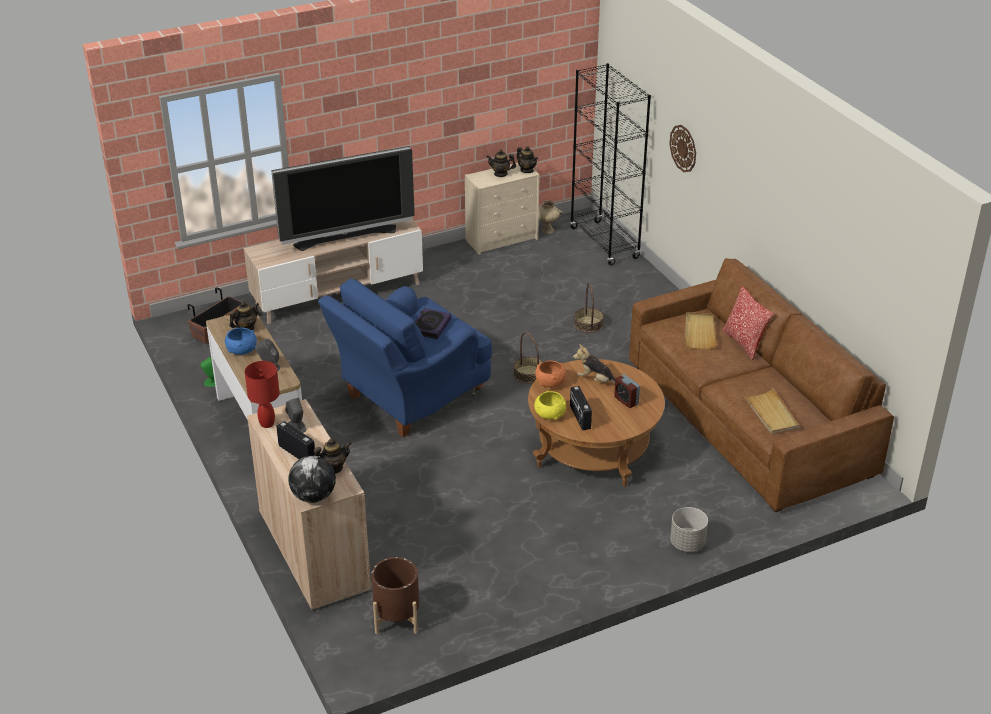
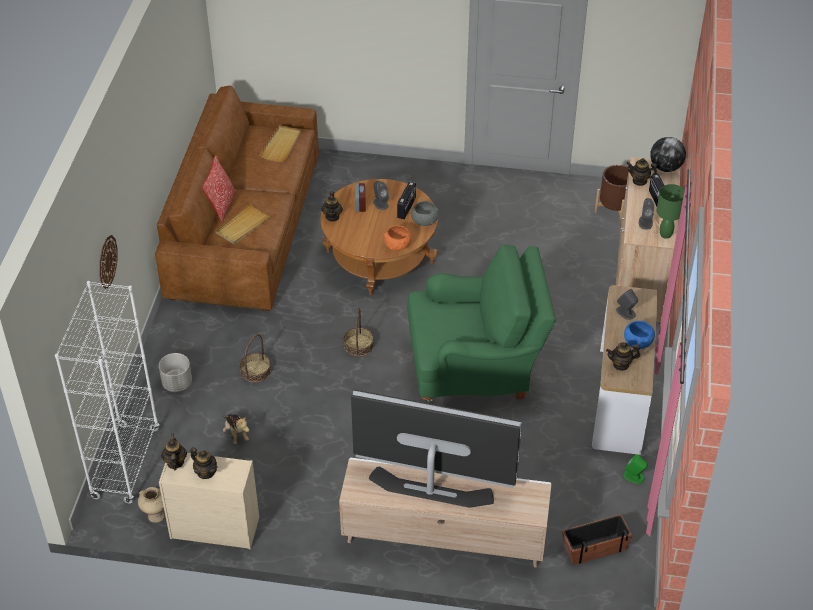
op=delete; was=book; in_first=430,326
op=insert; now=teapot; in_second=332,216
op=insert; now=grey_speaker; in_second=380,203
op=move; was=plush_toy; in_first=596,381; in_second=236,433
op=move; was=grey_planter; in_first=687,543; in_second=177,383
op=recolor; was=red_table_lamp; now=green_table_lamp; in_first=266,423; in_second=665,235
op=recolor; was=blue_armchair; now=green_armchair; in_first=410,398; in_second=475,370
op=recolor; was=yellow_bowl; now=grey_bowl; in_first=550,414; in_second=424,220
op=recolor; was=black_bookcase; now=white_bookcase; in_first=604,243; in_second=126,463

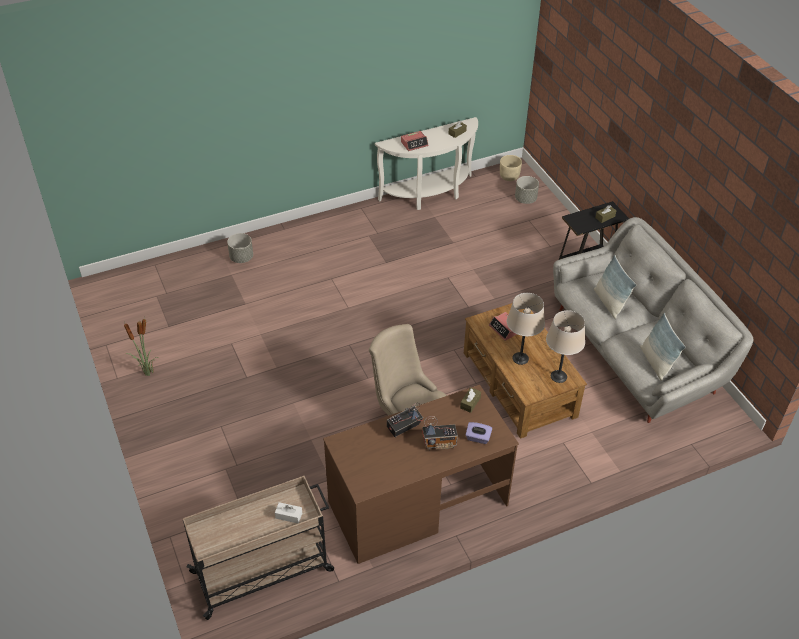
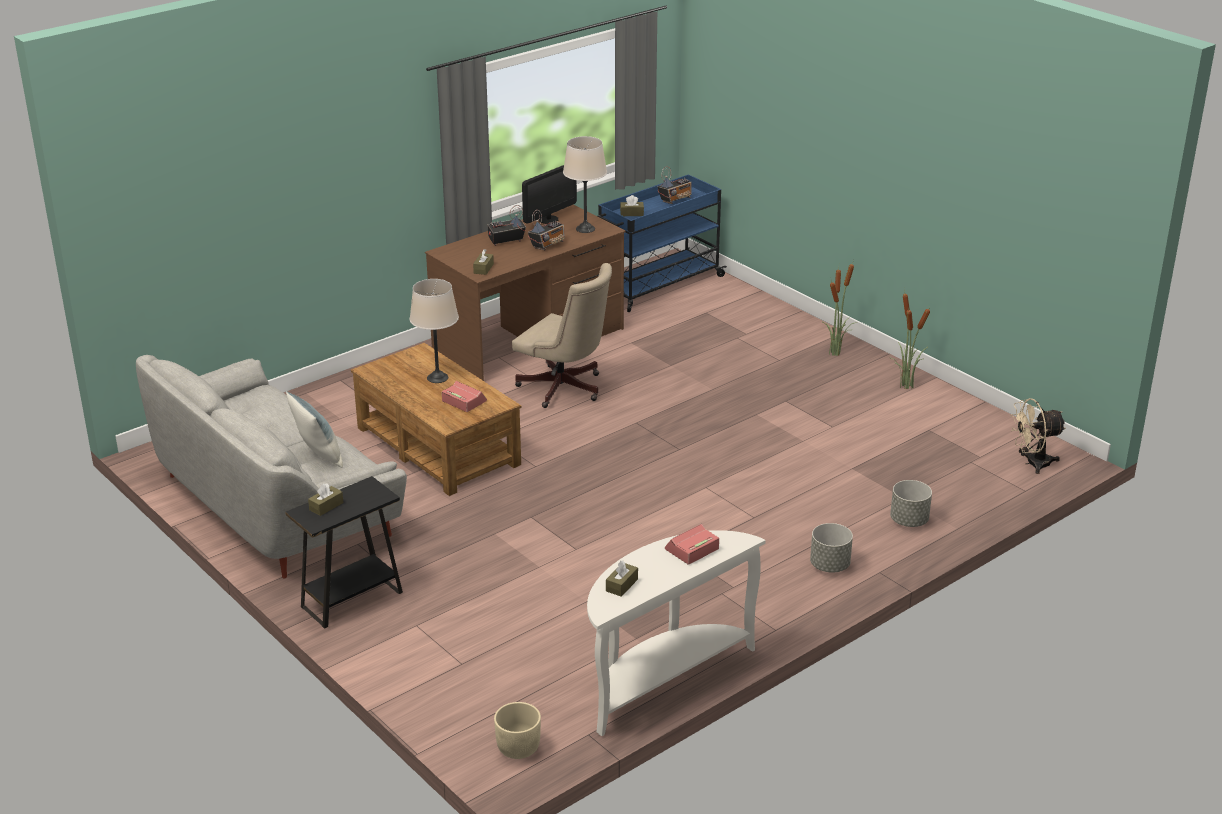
op=delete; was=purple_tissue_box; in_first=478,438
op=delete; was=pillow; in_first=656,362
op=insert; now=monitor; in_second=548,219
op=insert; now=radio; in_second=675,200
op=insert; now=potted_plant; in_second=836,353
op=insert; now=beige_fan; in_second=1032,463
op=move; was=grey_planter; in_first=525,199; in_second=829,566
op=move; was=beige_table_lamp; in_first=559,376; in_second=585,229
op=recolor; was=beige_cart; now=blue_cart; in_first=263,571; in_second=657,285
op=recolor; was=white_tissue_box; now=brown_tissue_box; in_first=288,515; in_second=632,213

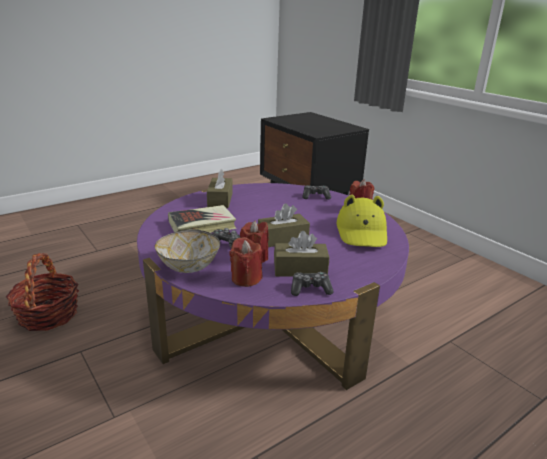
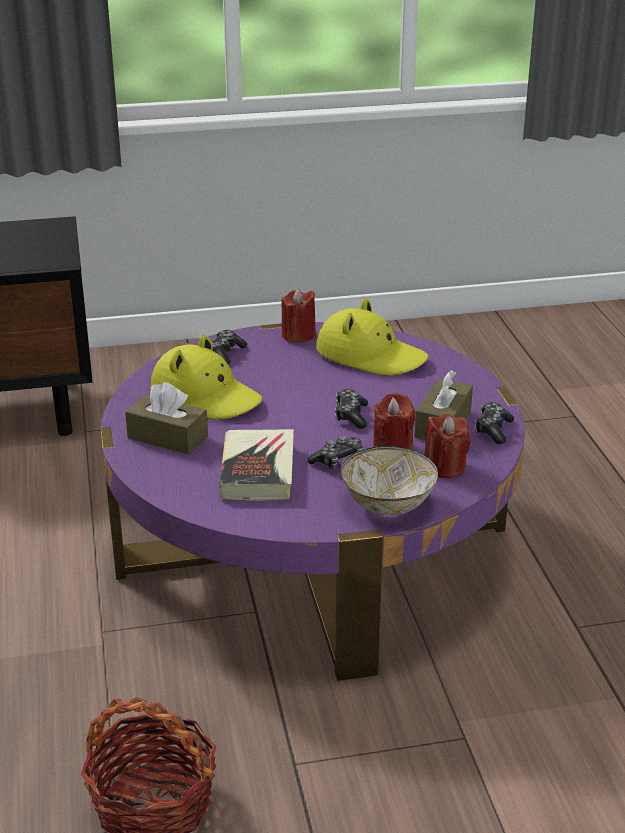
op=insert; now=yellow_hat; in_second=206,395
op=replace; was=brown_tissue_box; now=game_controller; in_first=283,239; in_second=351,415

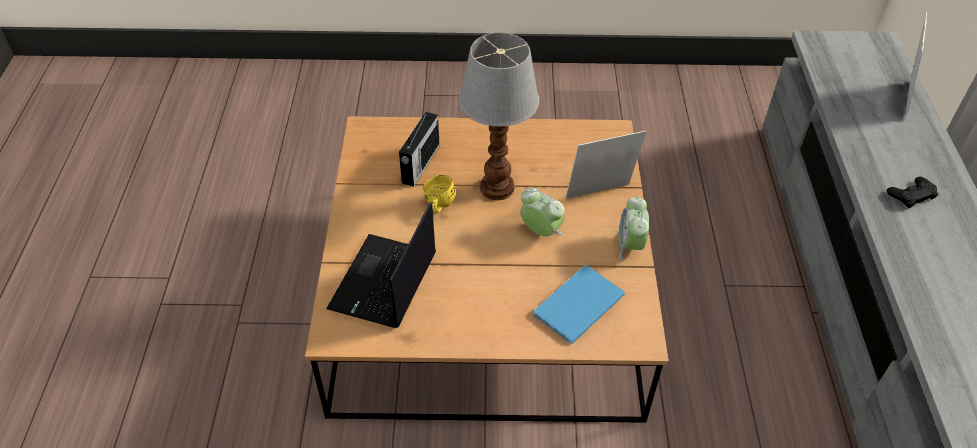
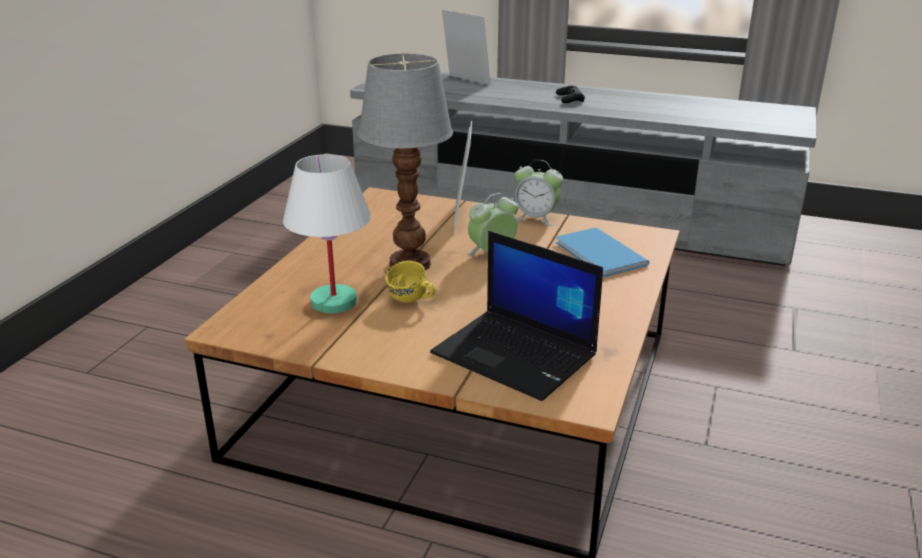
op=replace; was=radio; now=white_table_lamp; in_first=420,165; in_second=332,302

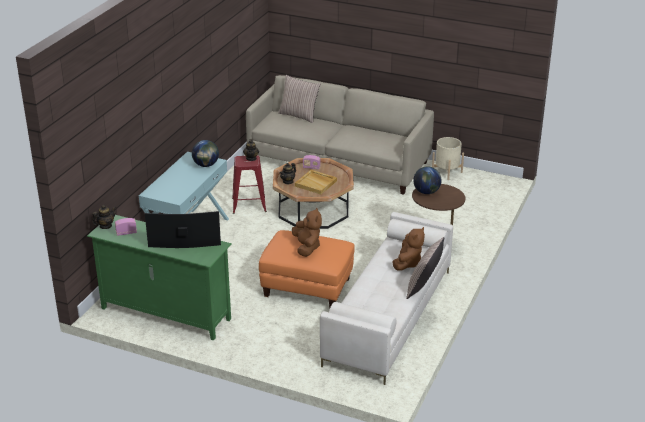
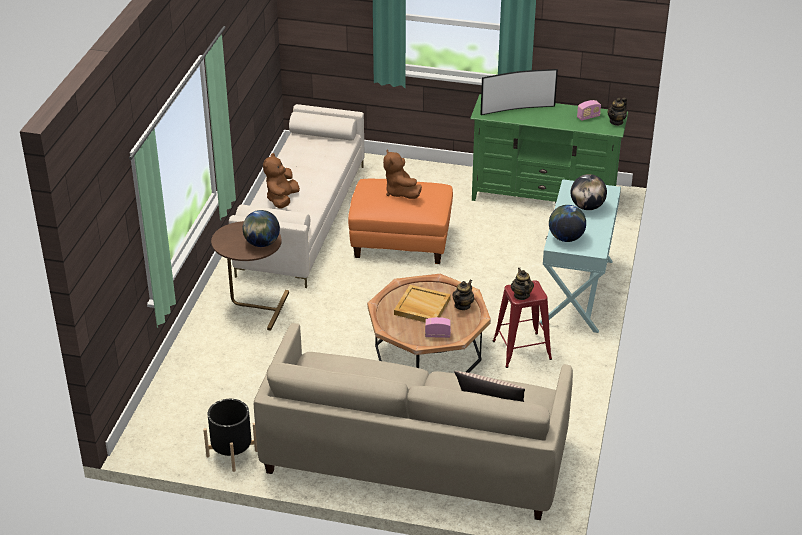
op=delete; was=pillow; in_first=424,287
op=insert; now=globe; in_second=587,207
op=recolor; was=beige_planter; now=black_planter; in_first=447,172; in_second=232,453

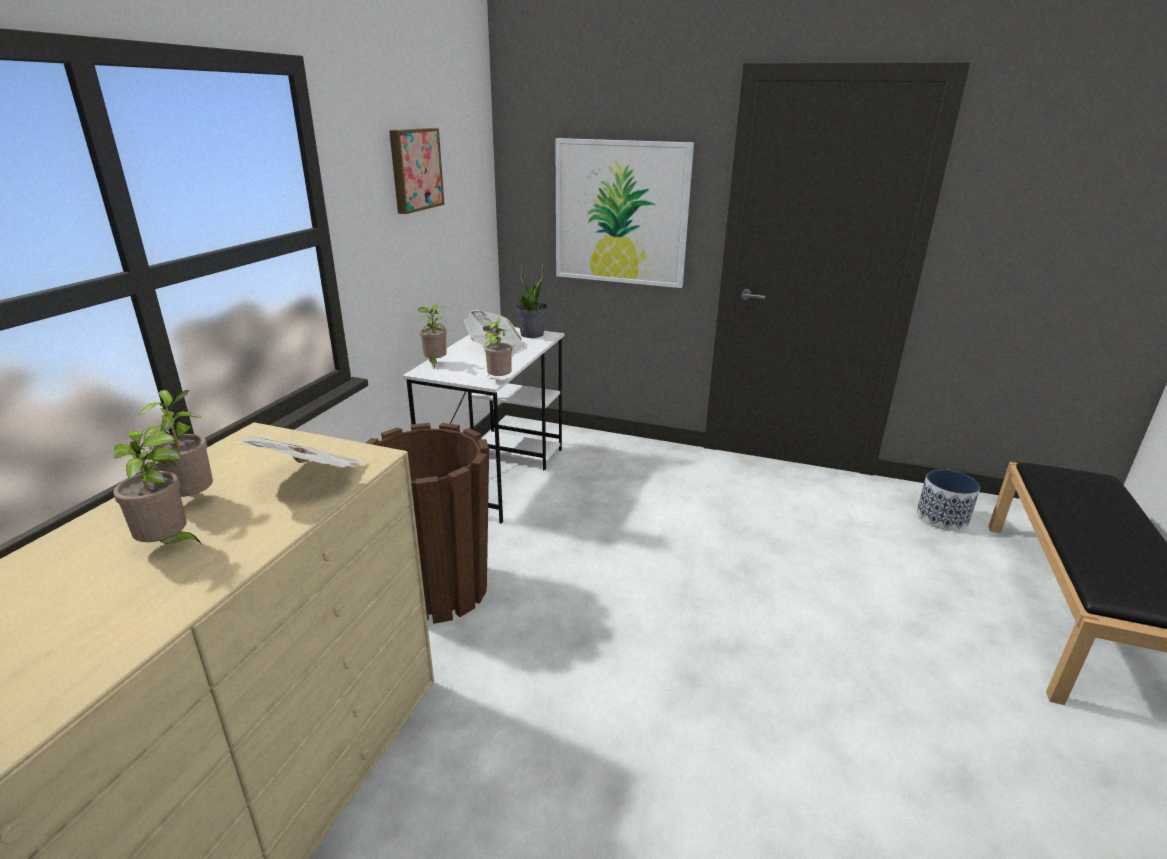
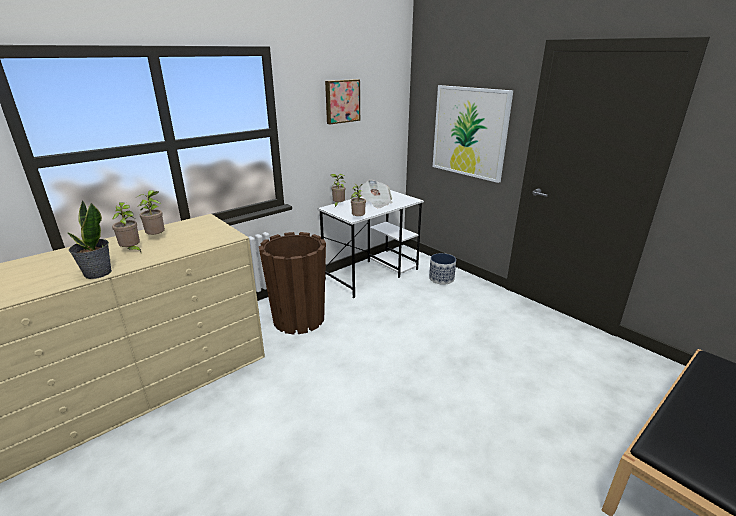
op=delete; was=newspaper; in_first=311,479
op=move; was=potted_plant; in_first=532,334; in_second=97,273
op=move; was=planter; in_first=942,518; in_second=441,279

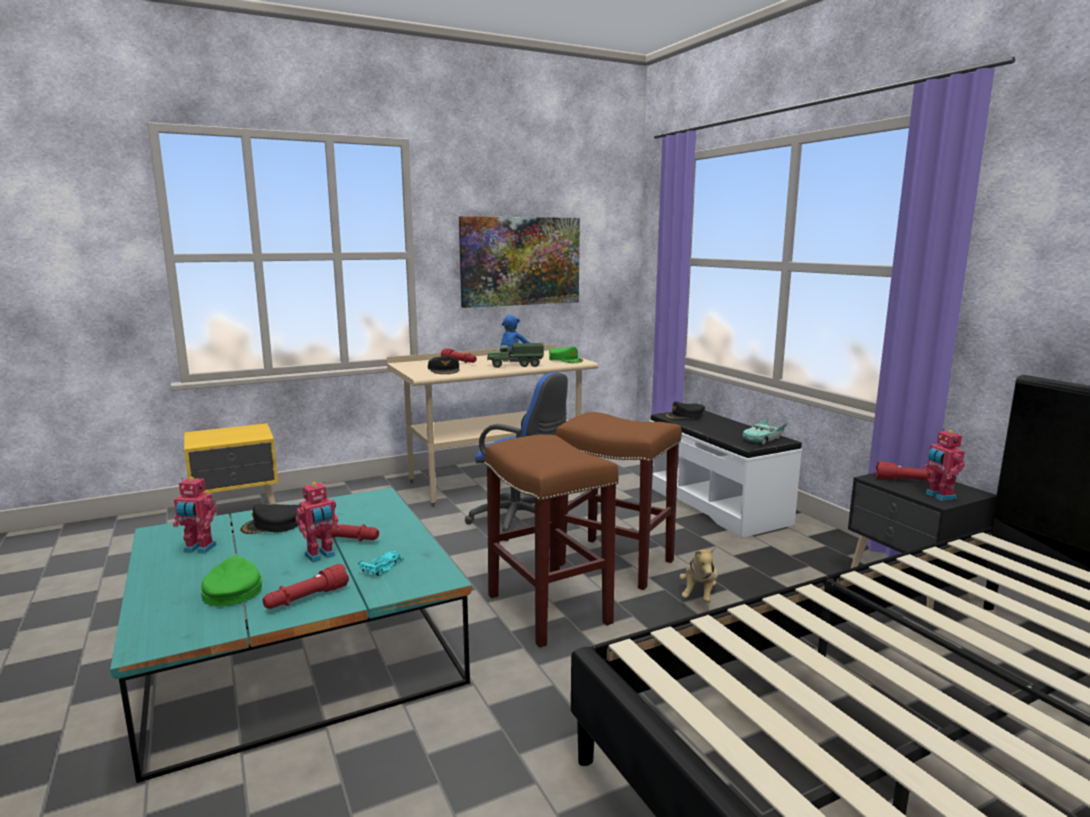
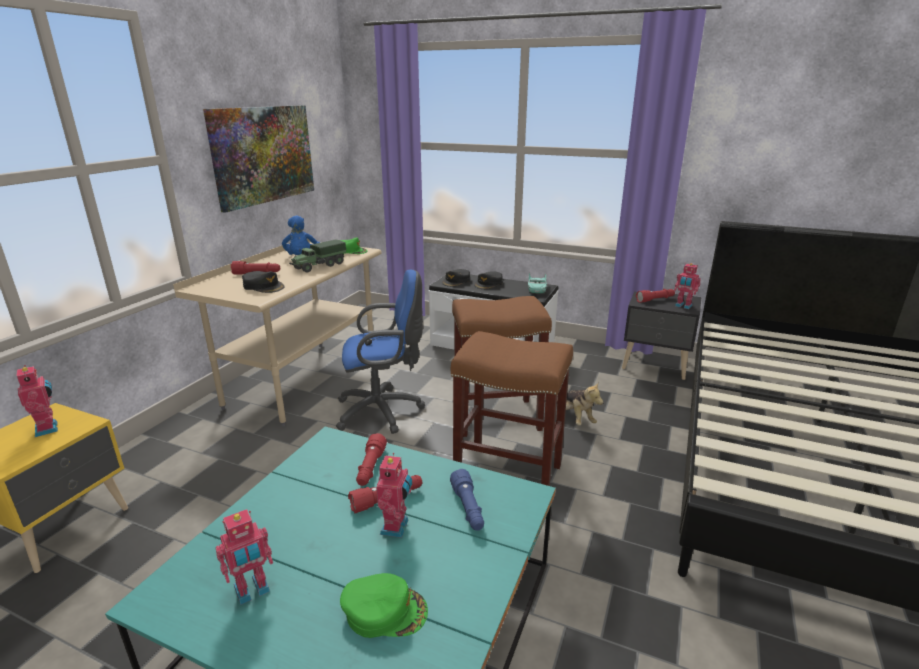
op=insert; now=toy_robot; in_second=48,428
op=move; was=black_cap; in_first=273,525; in_second=489,284
op=move; was=red_flashlight; in_first=306,598; in_second=370,468
op=replace; was=turquoise_toy_car; now=blue_flashlight; in_first=382,567; in_second=468,509
op=rotate; was=green_cap; in_first=233,590; in_second=385,611; clockwise=150

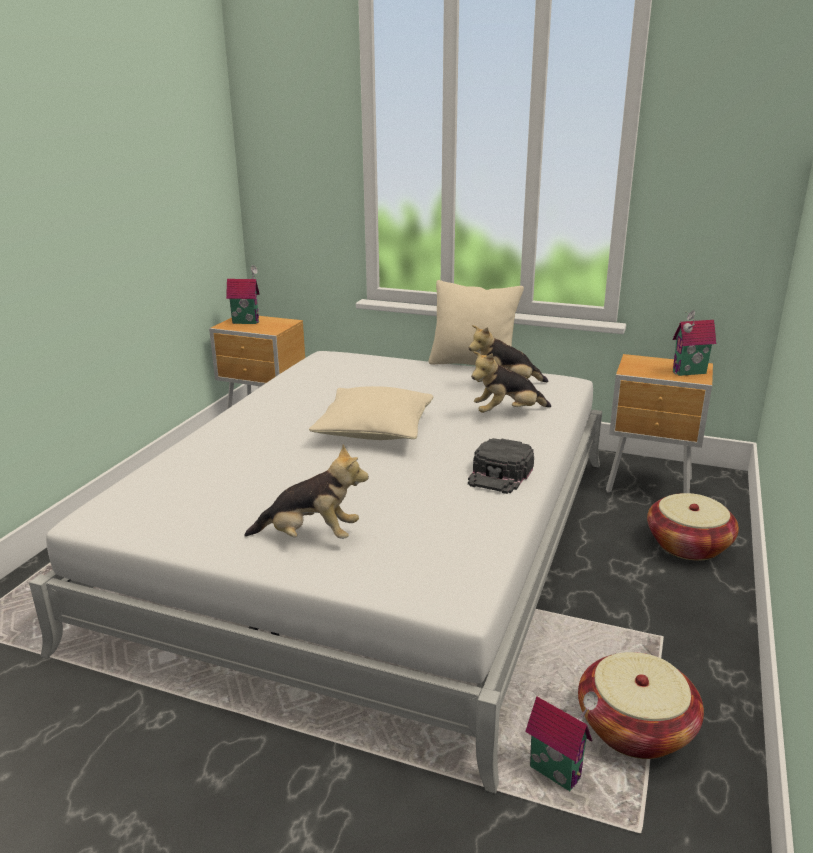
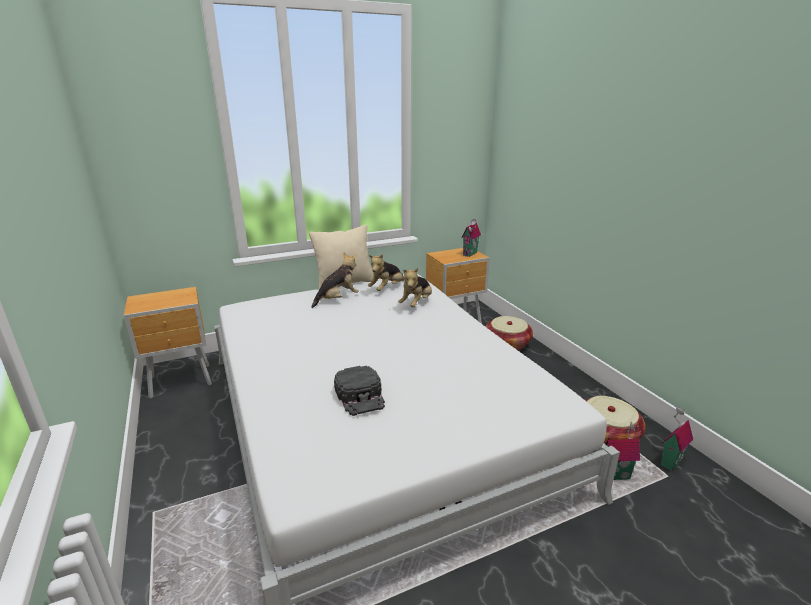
op=delete; was=beige_pillow; in_first=374,430
op=move; was=toy_house; in_first=246,321; in_second=669,461
op=move; was=plush_toy; in_first=310,537; in_second=337,299
op=move; was=black_cap; in_first=500,473; in_second=360,395

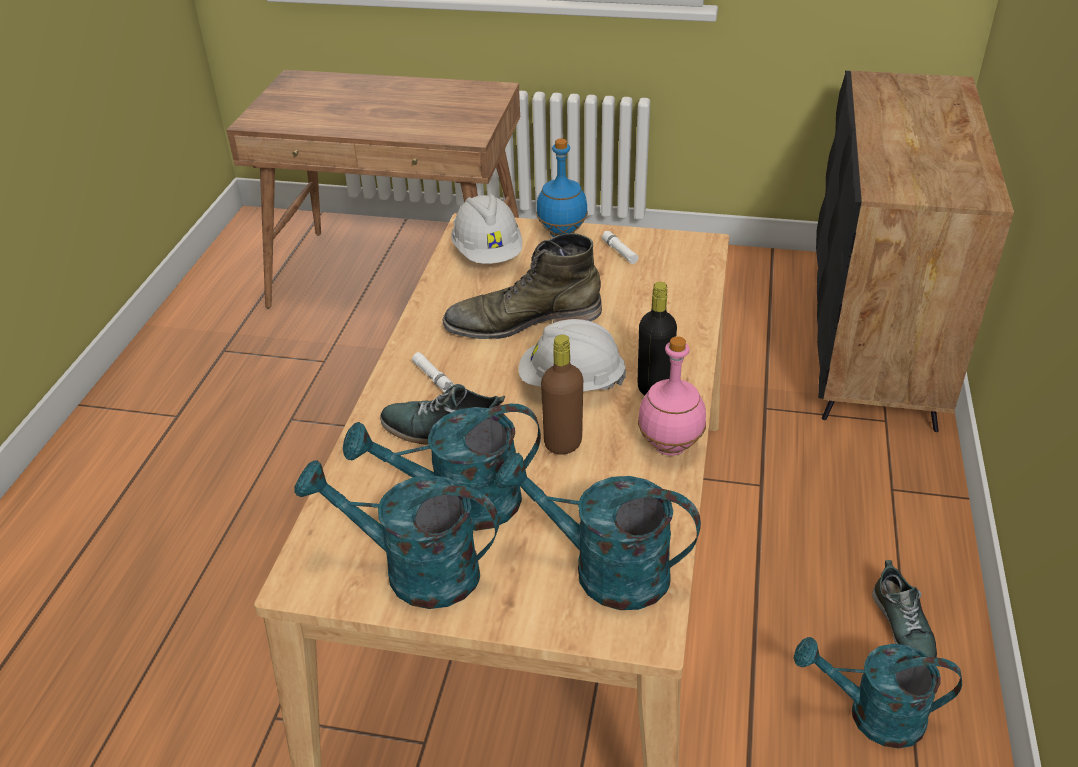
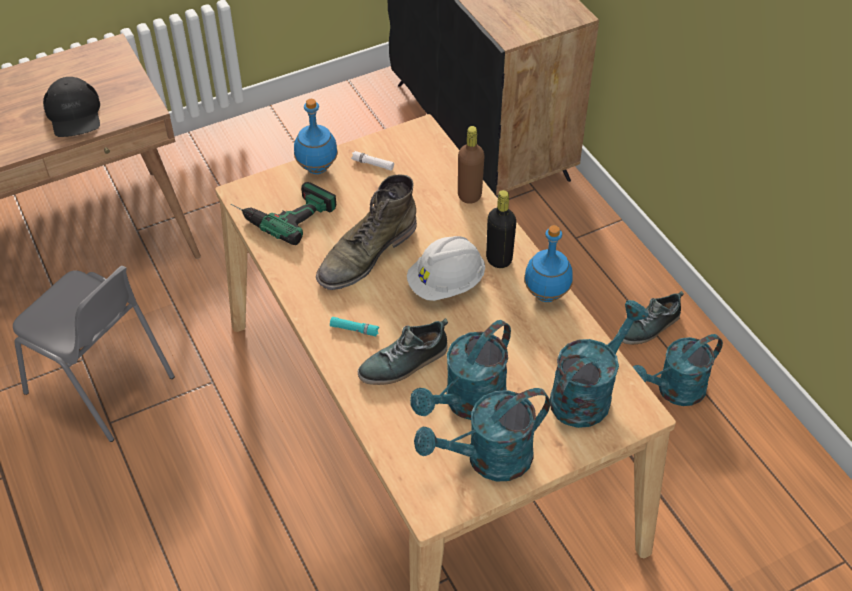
op=insert; now=grey_chair; in_second=101,385
op=insert; now=black_cap; in_second=74,114
op=move; was=brown_bottle; in_first=563,443; in_second=469,195
op=replace; was=white_hard_hat; now=power_drill; in_first=488,253; in_second=282,211
op=recolor; was=white_flashlight; now=turquoise_flashlight; in_first=433,377; in_second=354,329
op=recolor; was=pink_bottle; now=blue_bottle; in_first=671,446; in_second=546,294
op=rotate; was=turquoise_watering_can; in_first=604,570; in_second=587,393; clockwise=150
op=rotate; was=shoe; in_first=903,627; in_second=649,327; clockwise=105

